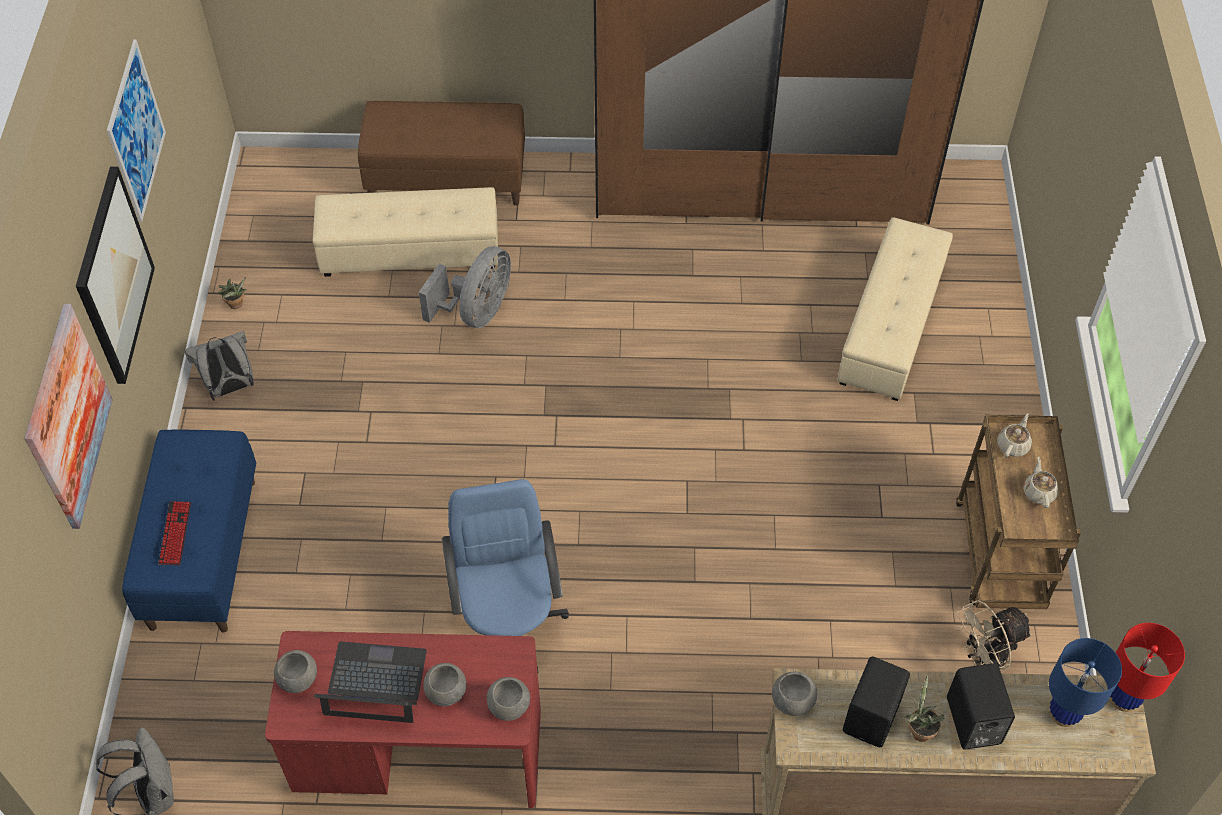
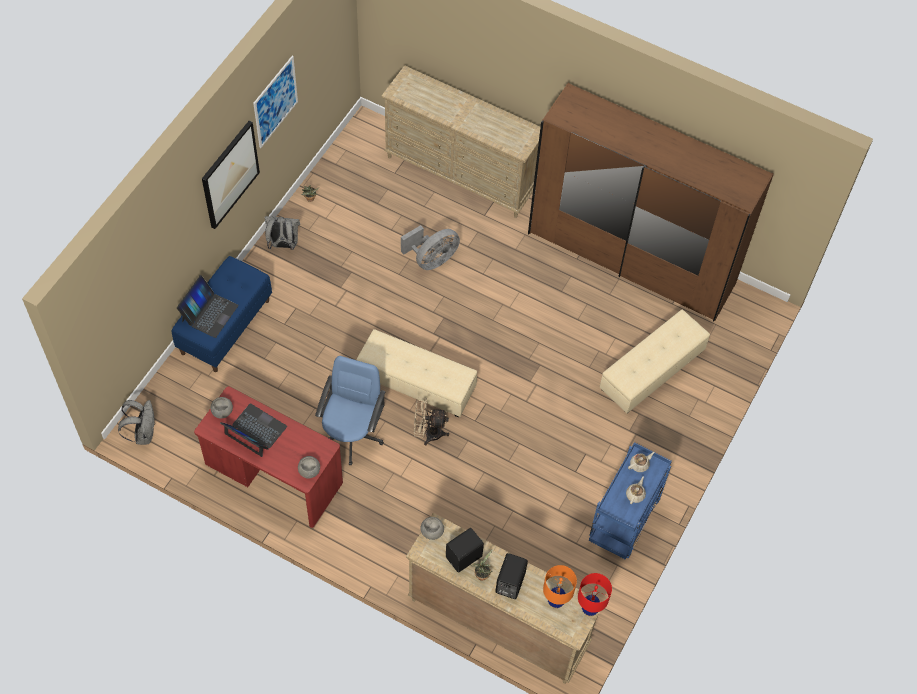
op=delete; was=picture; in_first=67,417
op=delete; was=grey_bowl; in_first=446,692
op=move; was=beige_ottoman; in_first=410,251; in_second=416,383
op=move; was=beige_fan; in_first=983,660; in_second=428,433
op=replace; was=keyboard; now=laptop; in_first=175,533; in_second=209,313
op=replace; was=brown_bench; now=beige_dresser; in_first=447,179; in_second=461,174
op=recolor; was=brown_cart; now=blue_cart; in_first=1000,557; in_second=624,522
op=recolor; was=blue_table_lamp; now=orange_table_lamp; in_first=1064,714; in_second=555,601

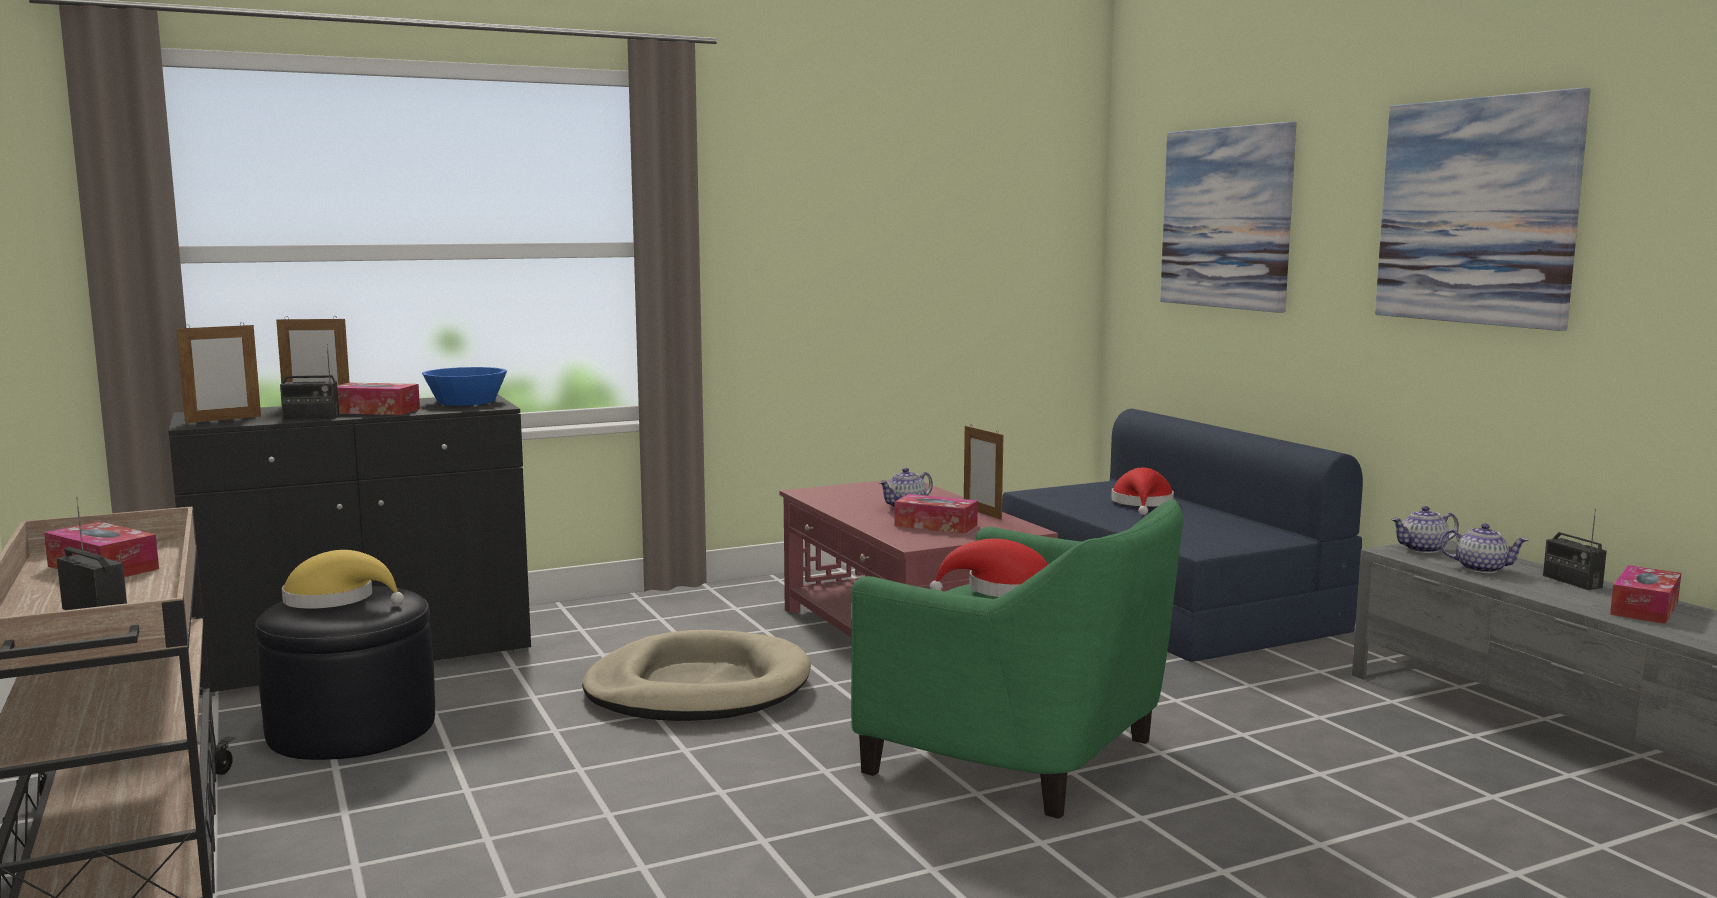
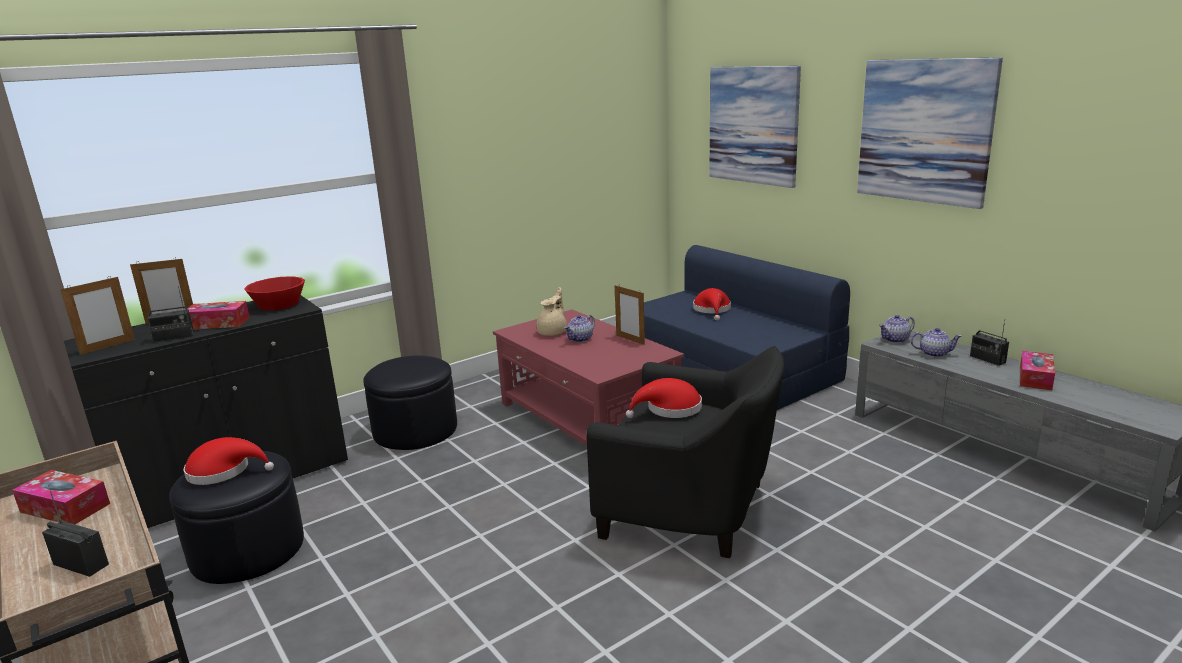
op=delete; was=beige_dog_bed; in_first=698,688
op=delete; was=tissue_box; in_first=936,525
op=insert; now=black_ottoman; in_second=415,430
op=insert; now=beige_teapot; in_second=553,332
op=recolor; was=yellow_hat; now=red_hat; in_first=336,600; in_second=224,471
op=recolor; was=blue_bowl; now=red_bowl; in_first=466,401; in_second=279,304
op=recolor; was=green_armchair; now=black_armchair; in_first=1022,755; in_second=690,508

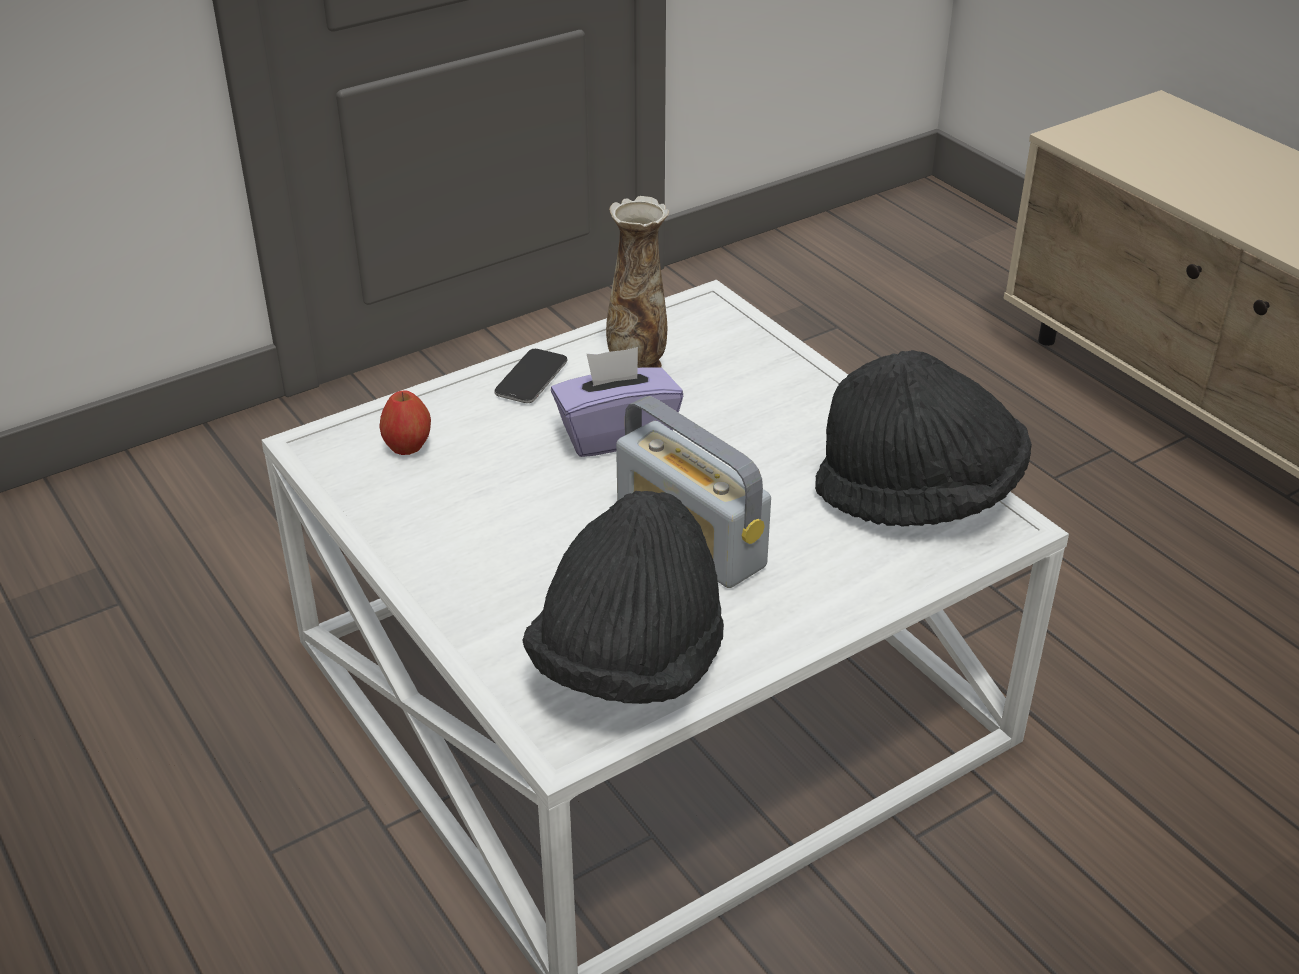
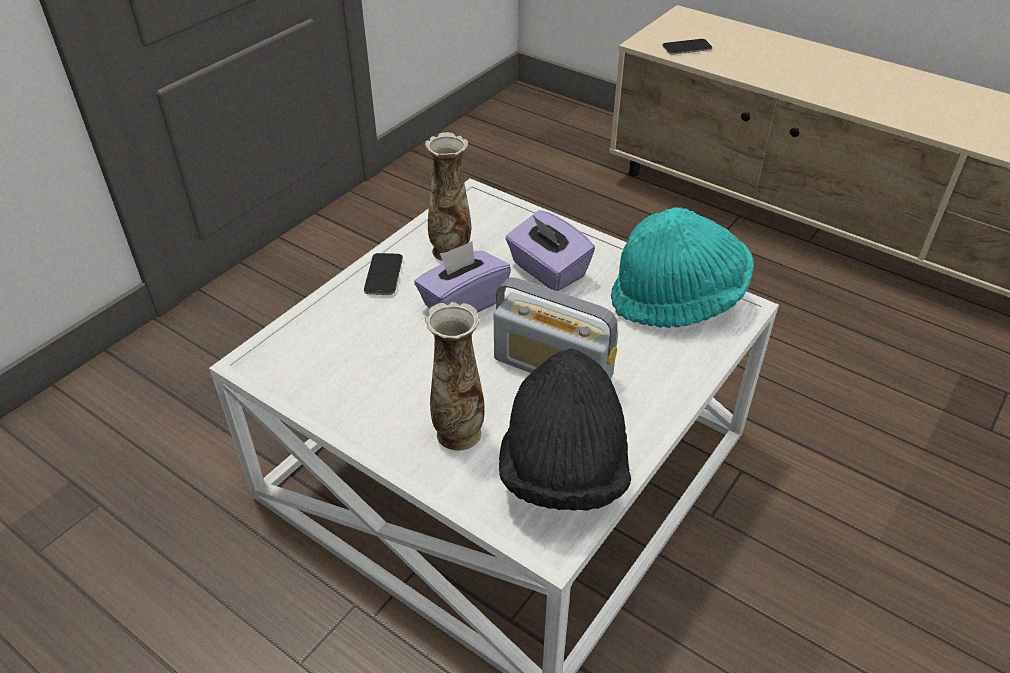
op=delete; was=apple; in_first=408,447
op=insert; now=vase; in_second=458,432
op=insert; now=purple_tissue_box; in_second=547,270
op=insert; now=phone; in_second=687,48
op=recolor; was=black_hat; now=turquoise_hat; in_first=918,494; in_second=677,300

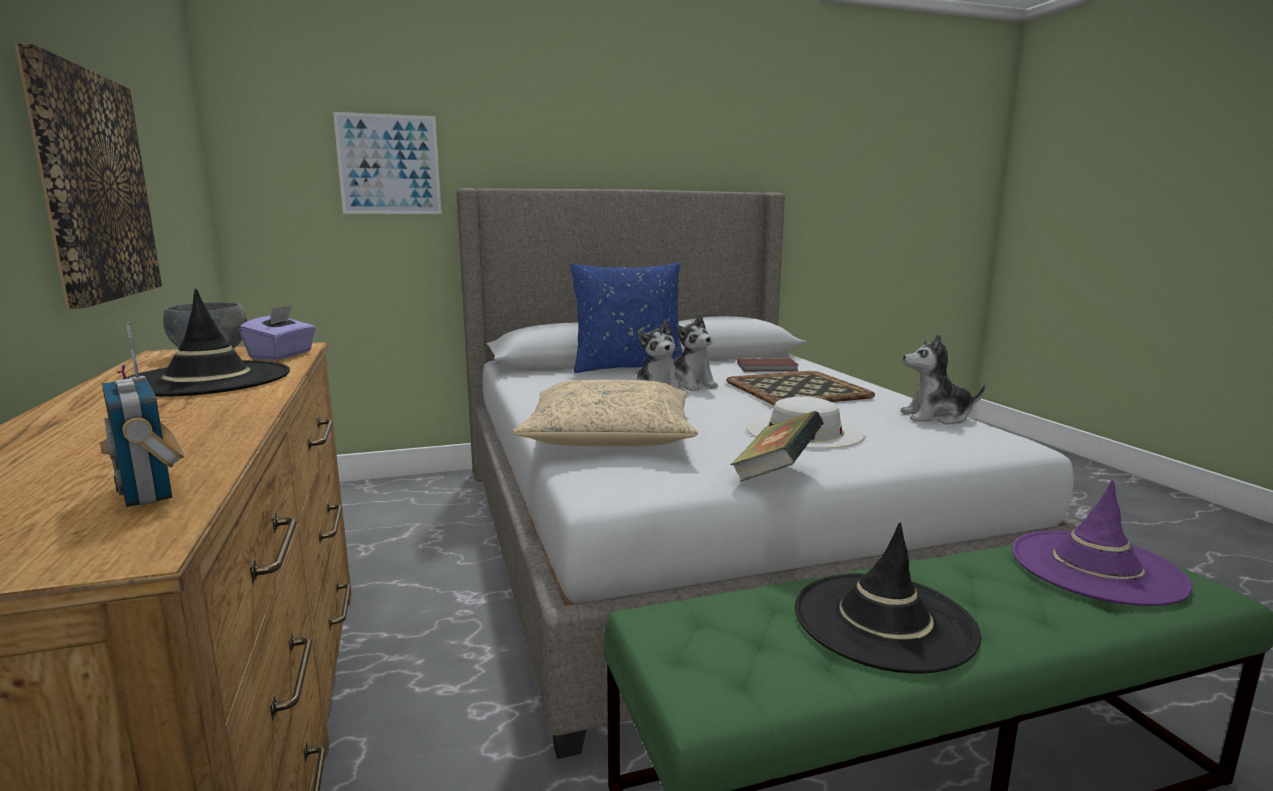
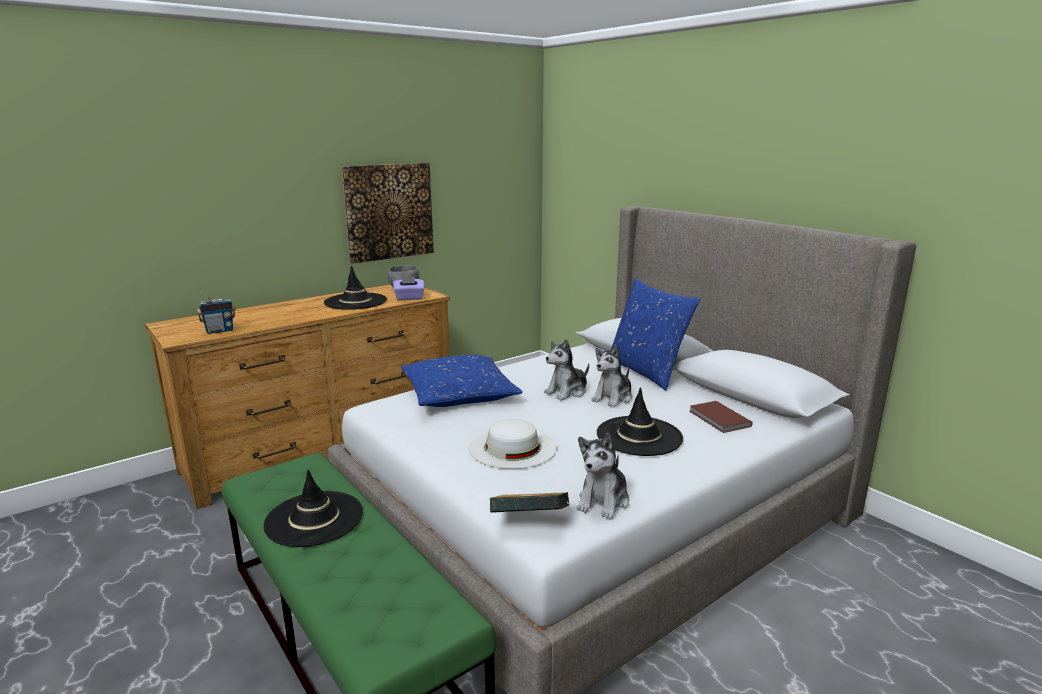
op=delete; was=picture; in_first=389,164
op=delete; was=purple_hat; in_first=1096,568
op=move; was=book; in_first=776,473; in_second=530,522
op=replace; was=tray; now=black_hat; in_first=796,389; in_second=639,436
op=recolor; was=beige_pillow; now=blue_pillow; in_first=609,436; in_second=459,394
op=rotate; was=radio; in_first=149,491; in_second=219,331; clockwise=-150
op=rotate; was=plush_toy; in_first=936,417; in_second=603,501; clockwise=-135

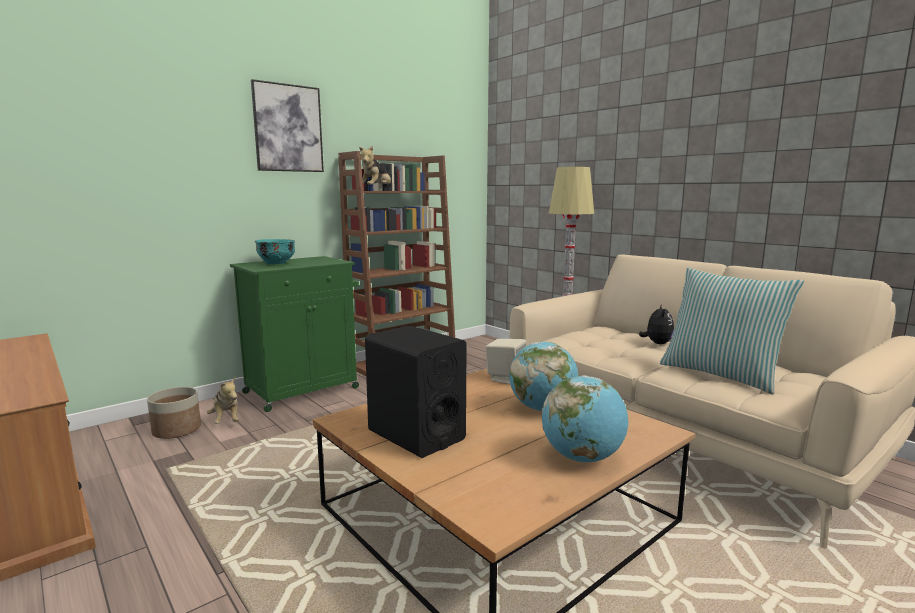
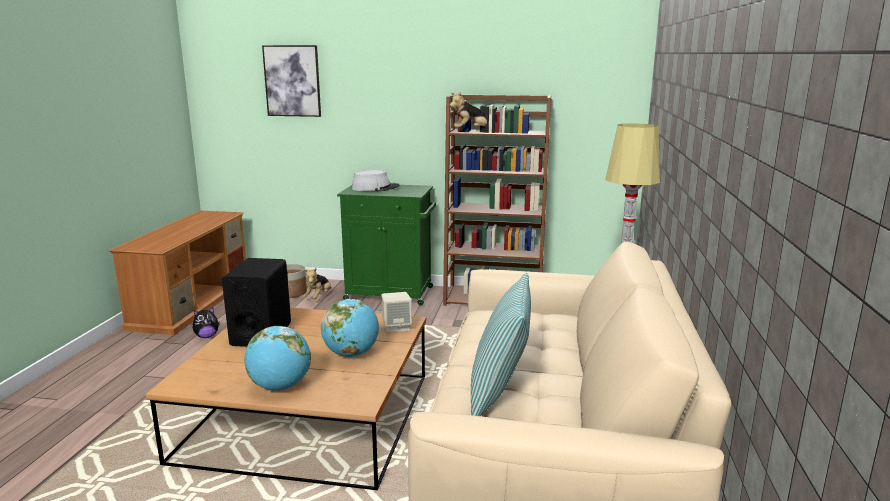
op=move; was=picture; in_first=288,128; in_second=292,81
op=move; was=plush_toy; in_first=657,343; in_second=206,336
op=replace; was=turquoise_bowl; now=grey_hat; in_first=276,263; in_second=375,188

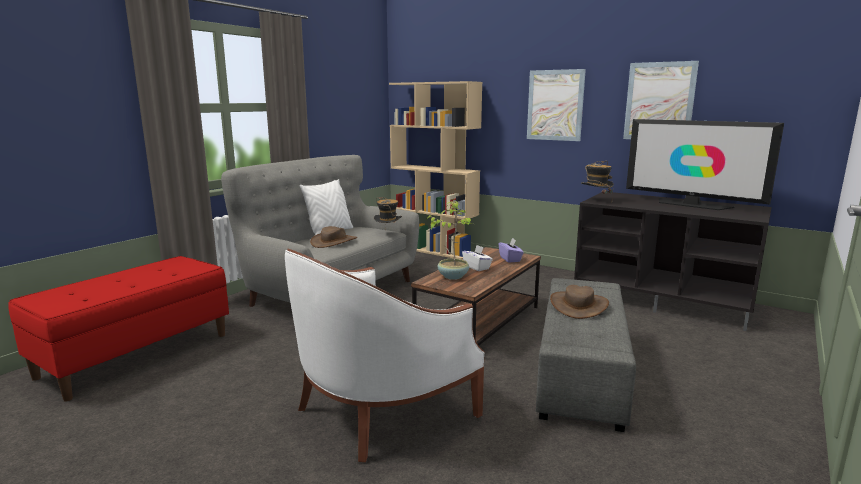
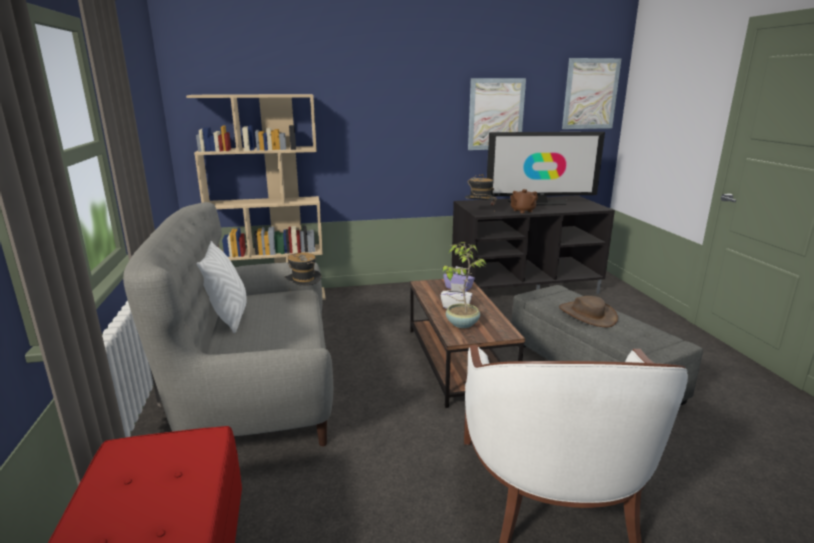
op=delete; was=brown_hat; in_first=334,242
op=insert; now=brown_teapot; in_second=522,211
op=move; was=picture; in_first=555,105; in_second=590,94

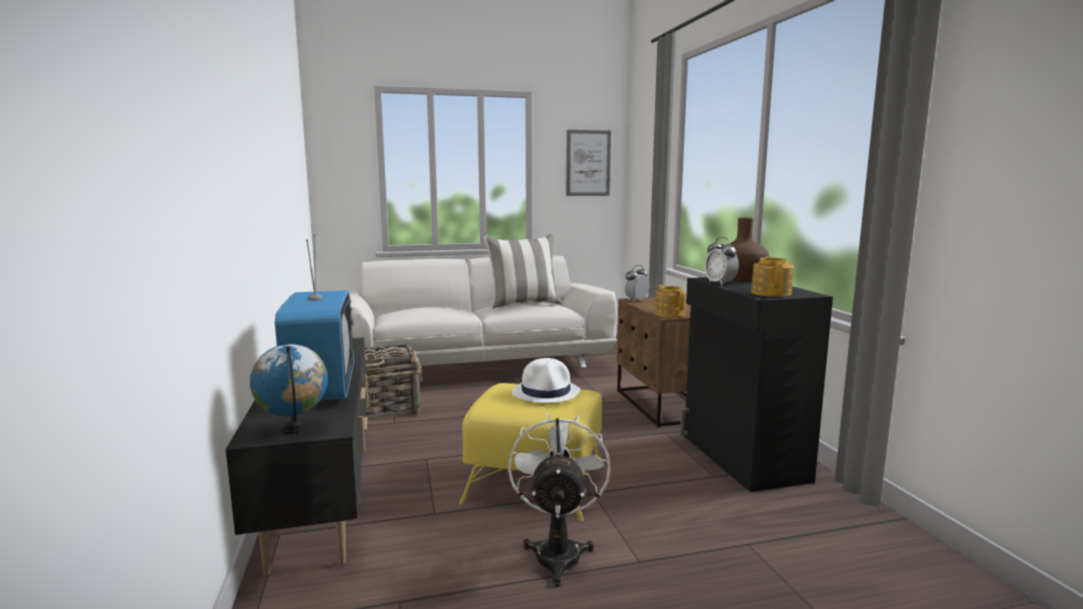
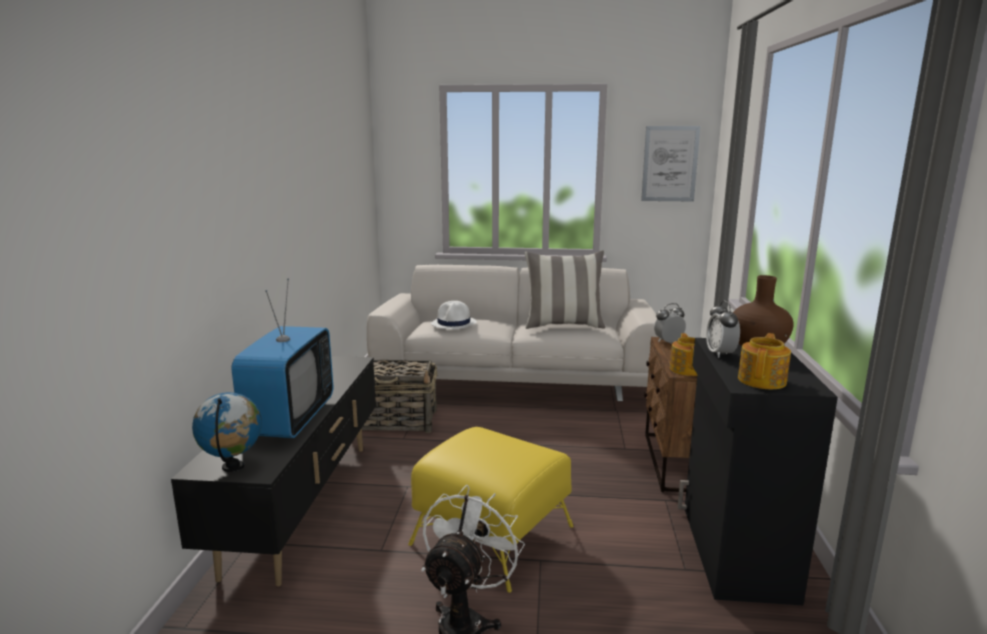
op=move; was=white_hat; in_first=546,392; in_second=454,323

